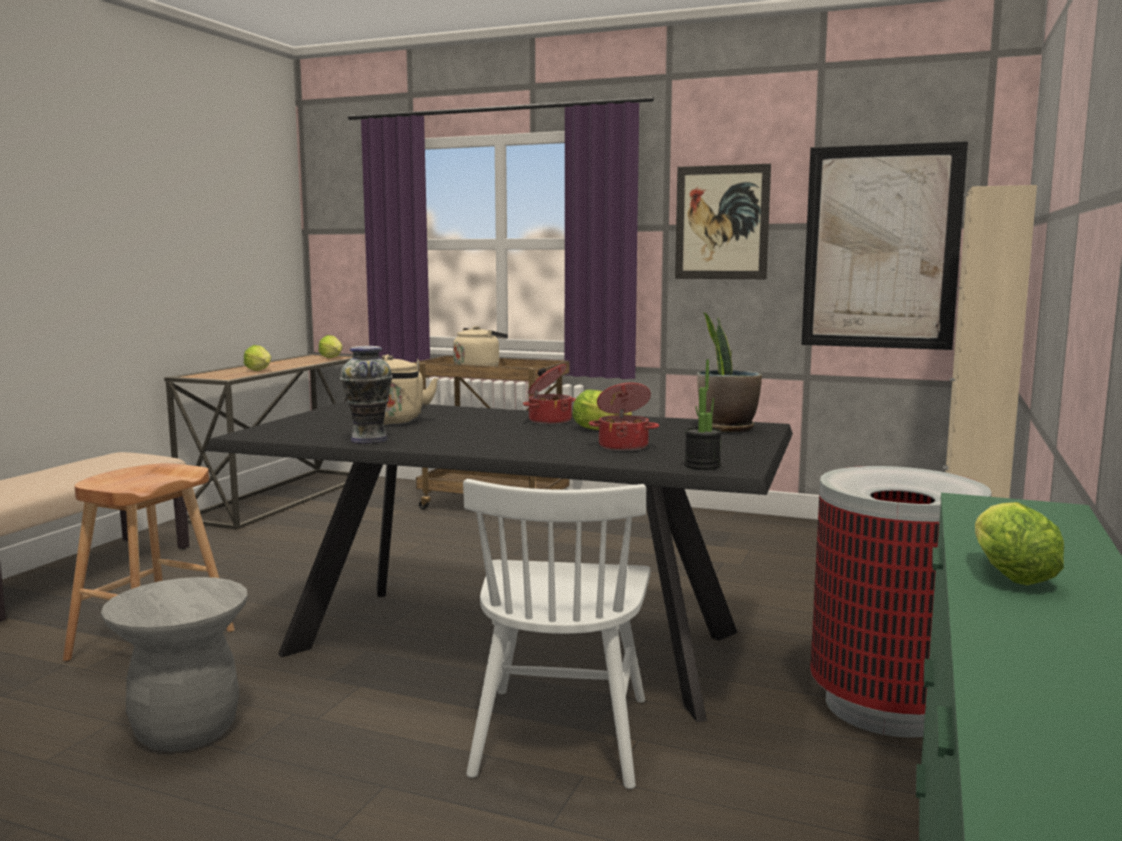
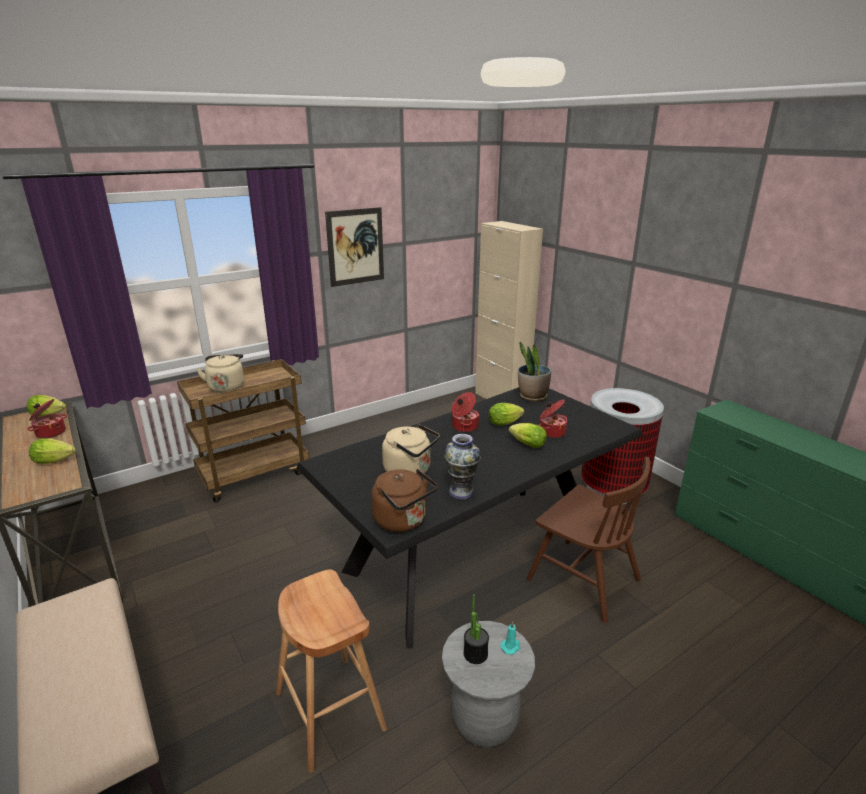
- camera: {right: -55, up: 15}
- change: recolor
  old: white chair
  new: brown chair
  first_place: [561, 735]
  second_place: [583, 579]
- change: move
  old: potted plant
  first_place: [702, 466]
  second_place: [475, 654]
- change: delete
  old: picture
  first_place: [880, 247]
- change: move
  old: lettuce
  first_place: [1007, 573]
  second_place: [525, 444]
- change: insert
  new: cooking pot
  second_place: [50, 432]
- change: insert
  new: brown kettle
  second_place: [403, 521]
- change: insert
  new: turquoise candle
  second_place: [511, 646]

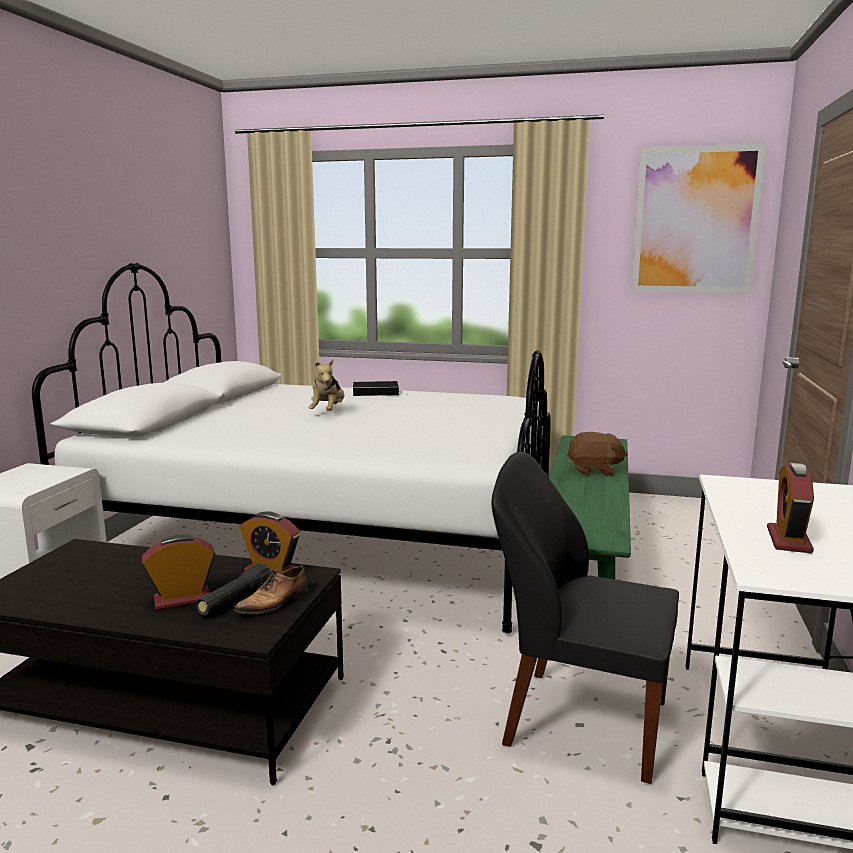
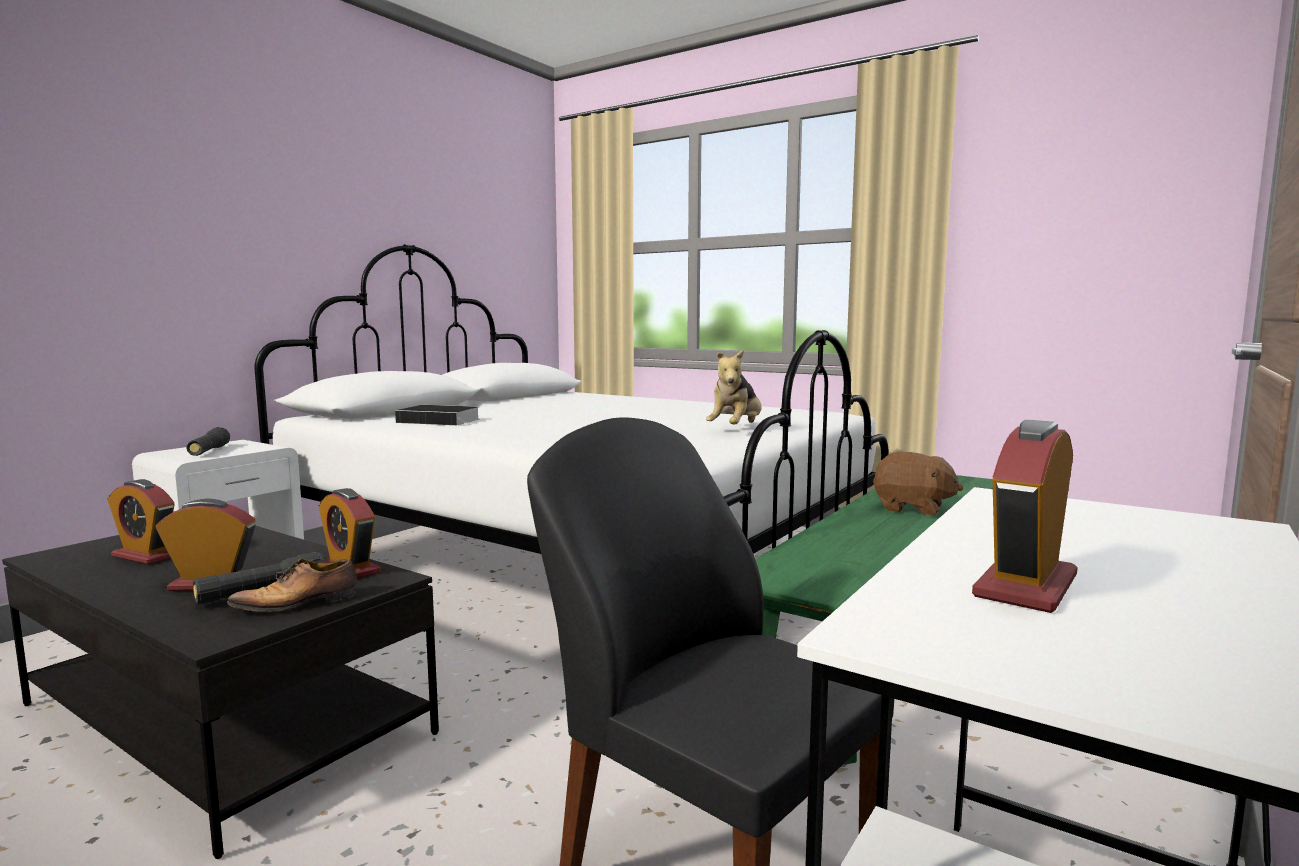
- camera: {right: 20, up: -5}
- change: move
  old: plush toy
  first_place: [328, 412]
  second_place: [736, 429]
- change: move
  old: book
  first_place: [377, 392]
  second_place: [441, 420]
- change: delete
  old: picture
  first_place: [695, 220]
- change: insert
  new: alarm clock
  second_place: [146, 556]
- change: insert
  new: black flashlight
  second_place: [209, 451]

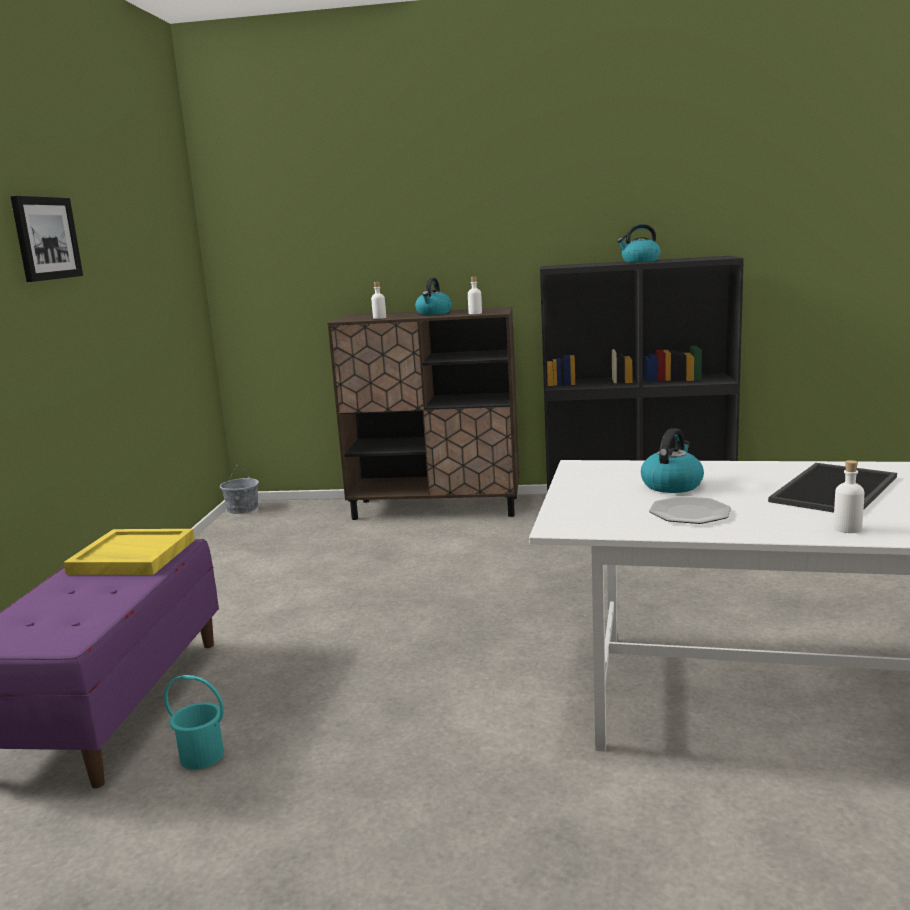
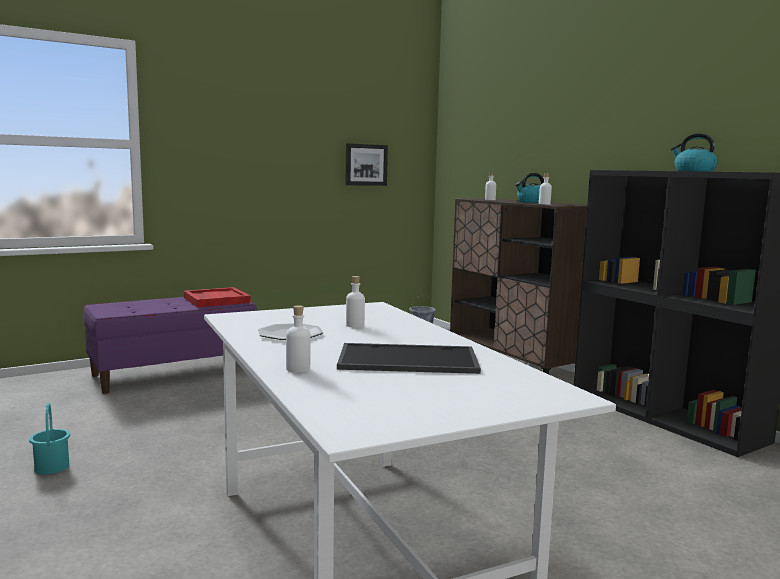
- camera: {right: 50, up: -5}
- change: move
  old: picture
  first_place: [45, 238]
  second_place: [366, 165]
- change: recolor
  old: yellow tray
  new: red tray
  first_place: [131, 557]
  second_place: [216, 300]
- change: move
  old: turquoise bucket
  first_place: [202, 755]
  second_place: [52, 467]
- change: replace
  old: kettle
  new: white bottle
  first_place: [672, 485]
  second_place: [355, 325]

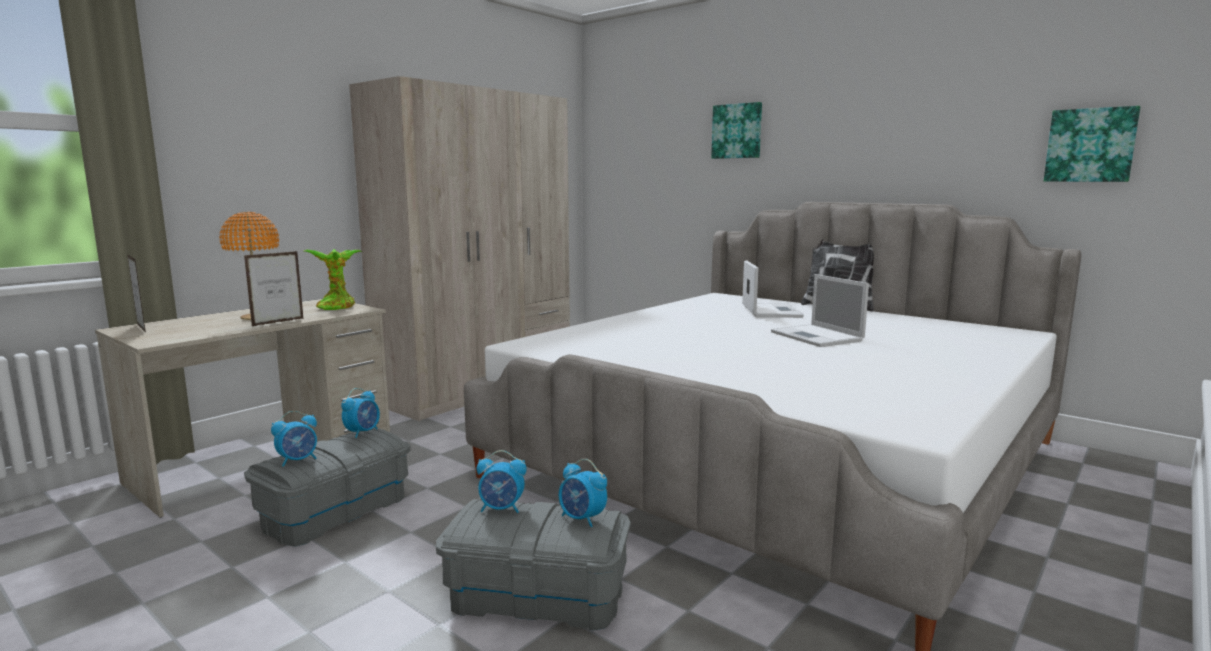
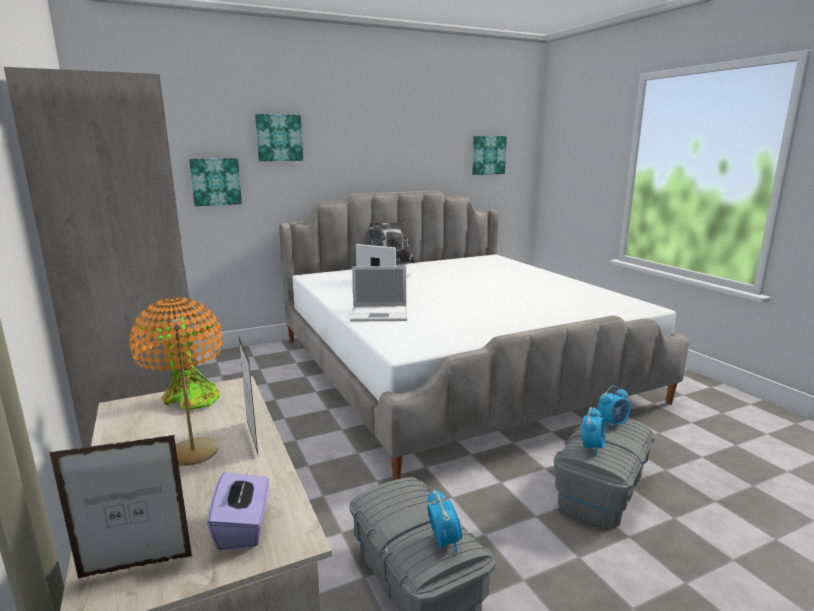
- camera: {right: -65, up: 5}
- change: delete
  old: alarm clock
  first_place: [363, 432]
- change: move
  old: laptop
  first_place: [818, 337]
  second_place: [380, 314]
- change: insert
  new: picture
  second_place: [215, 181]
- change: insert
  new: purple tissue box
  second_place: [243, 527]

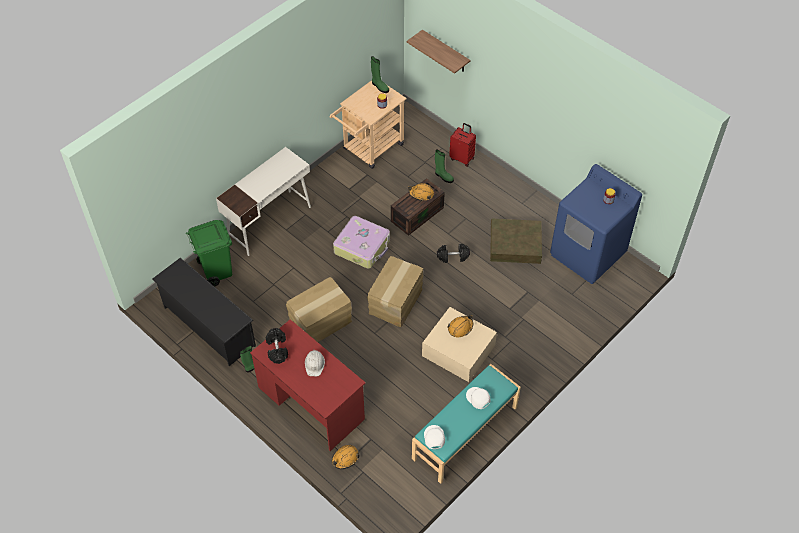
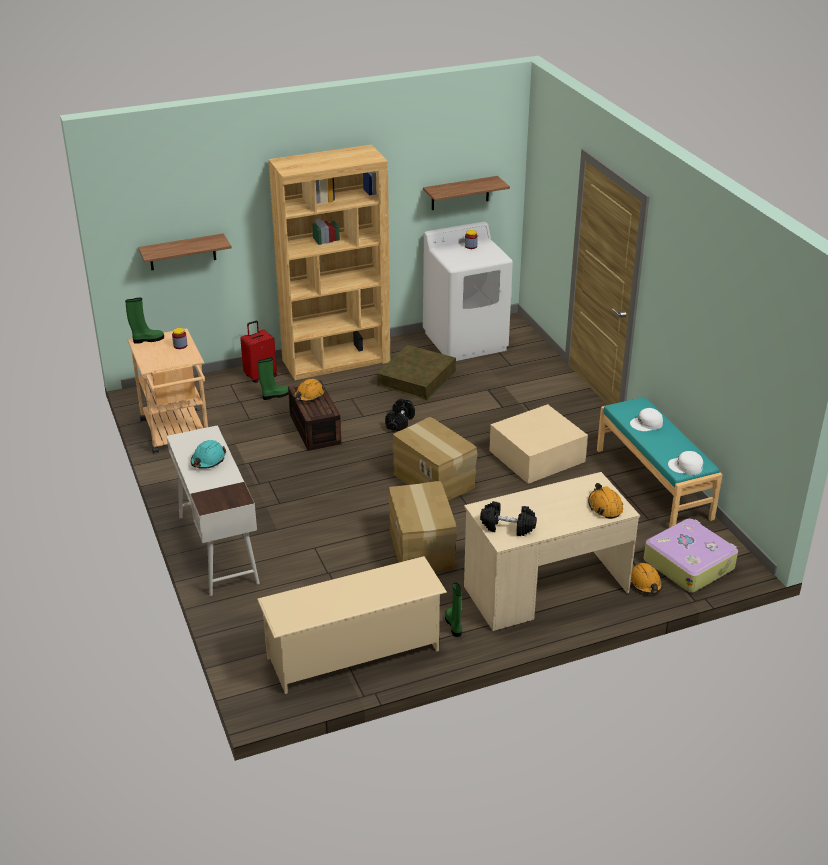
- camera: {right: -65, up: -20}
- change: recolor
  old: black shoe rack
  new: beige shoe rack
  first_place: [208, 326]
  second_place: [354, 654]
- change: delete
  old: green trash can
  first_place: [216, 271]
- change: recolor
  old: red desk
  new: beige desk
  first_place: [311, 403]
  second_place: [545, 590]
- change: delete
  old: white hard hat
  first_place: [314, 364]
- change: move
  old: suitcase
  first_place: [362, 247]
  second_place: [689, 564]
- change: move
  old: orange hard hat
  first_place: [460, 328]
  second_place: [605, 507]
- change: recolor
  old: blue washing machine
  new: white washing machine
  first_place: [588, 254]
  second_place: [466, 341]
- change: insert
  new: turquoise hard hat
  second_place: [208, 460]
- change: insert
  new: brown bookcase
  second_place: [336, 361]
- change: insert
  new: shelf
  second_place: [460, 193]

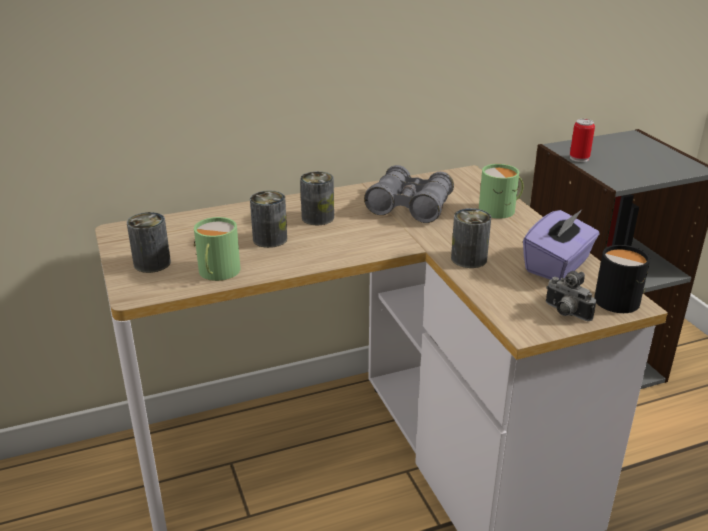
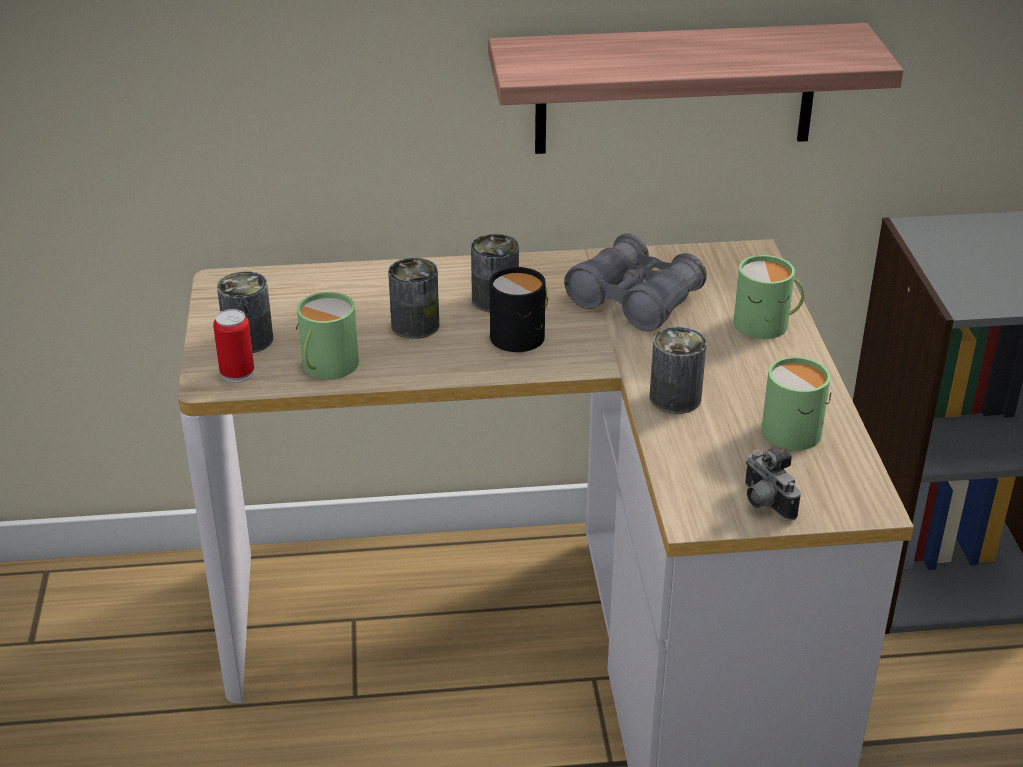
- camera: {right: 15, up: 5}
- change: replace
  old: purple tissue box
  new: green mug
  first_place: [558, 266]
  second_place: [797, 429]
- change: move
  old: can
  first_place: [579, 158]
  second_place: [237, 373]
- change: move
  old: black mug
  first_place: [619, 298]
  second_place: [522, 334]
- change: insert
  new: shelf
  second_place: [675, 89]

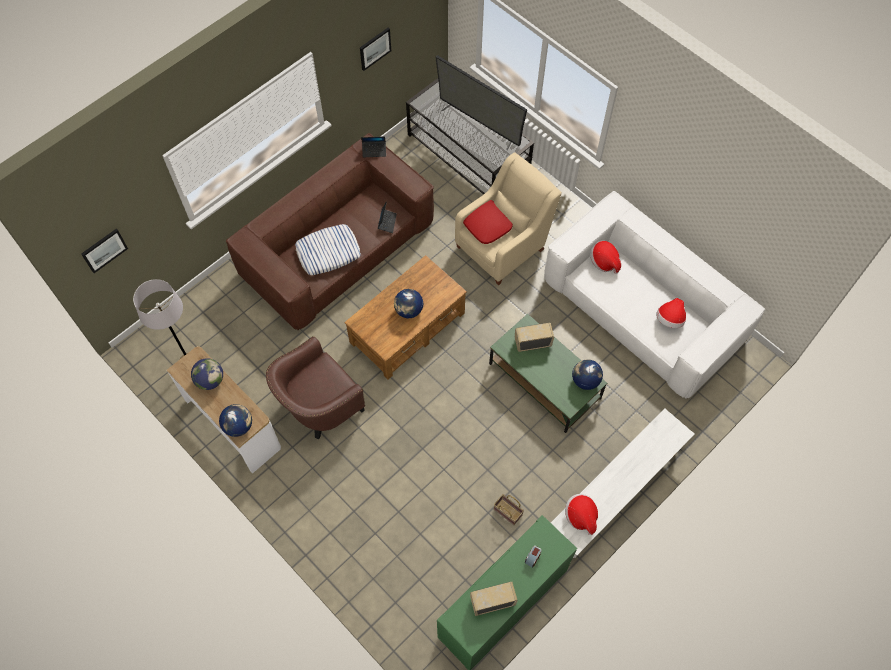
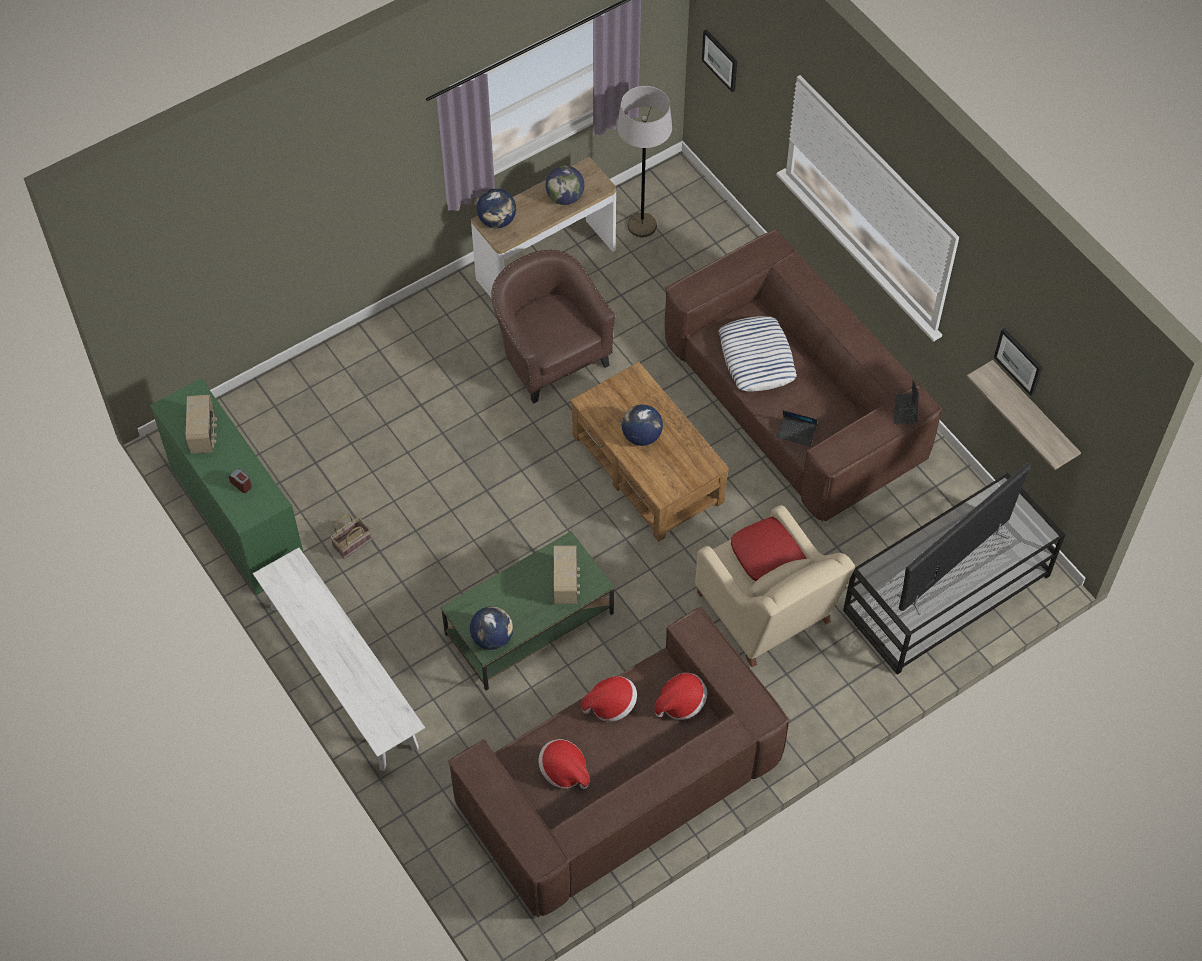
- camera: {right: 100, up: -5}
- change: recolor
  old: white sofa
  new: brown sofa
  first_place: [643, 310]
  second_place: [619, 783]
- change: move
  old: hat
  first_place: [581, 516]
  second_place: [611, 705]
- change: insert
  new: shelf
  second_place: [1033, 415]

